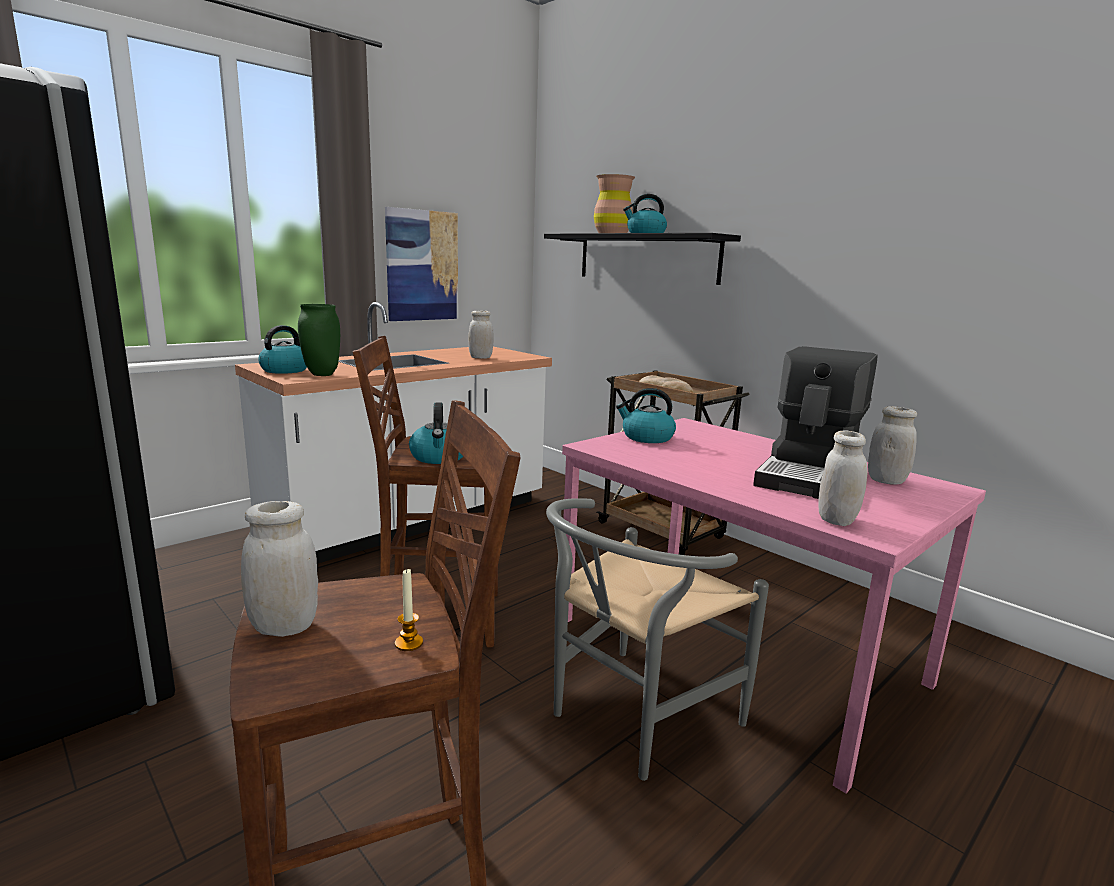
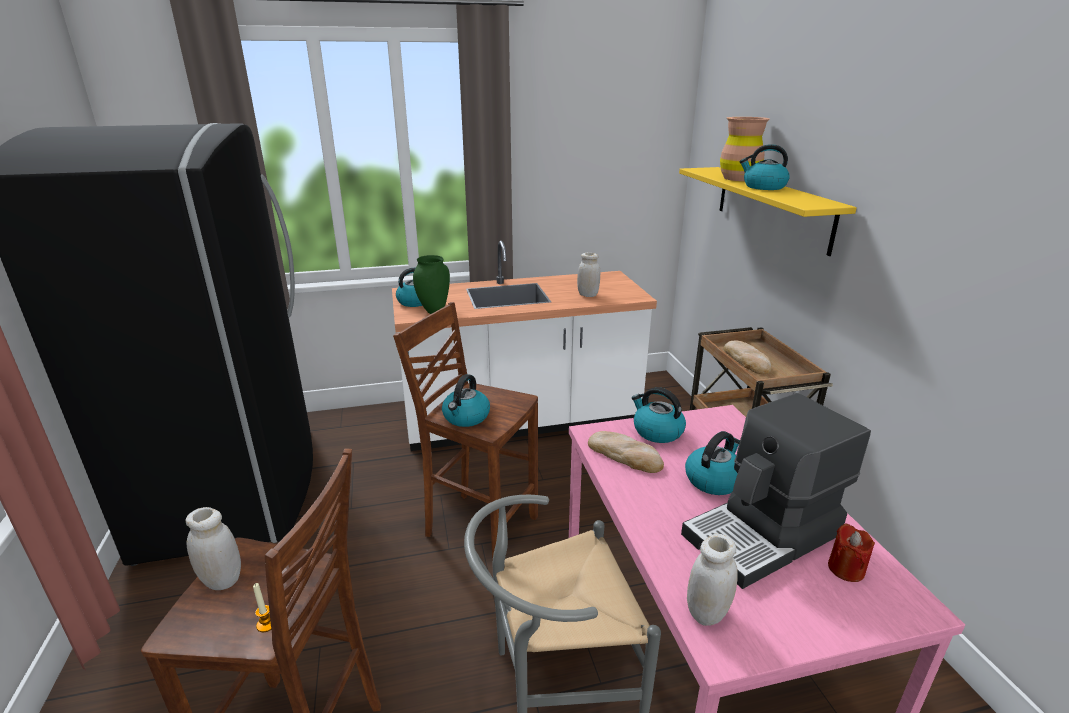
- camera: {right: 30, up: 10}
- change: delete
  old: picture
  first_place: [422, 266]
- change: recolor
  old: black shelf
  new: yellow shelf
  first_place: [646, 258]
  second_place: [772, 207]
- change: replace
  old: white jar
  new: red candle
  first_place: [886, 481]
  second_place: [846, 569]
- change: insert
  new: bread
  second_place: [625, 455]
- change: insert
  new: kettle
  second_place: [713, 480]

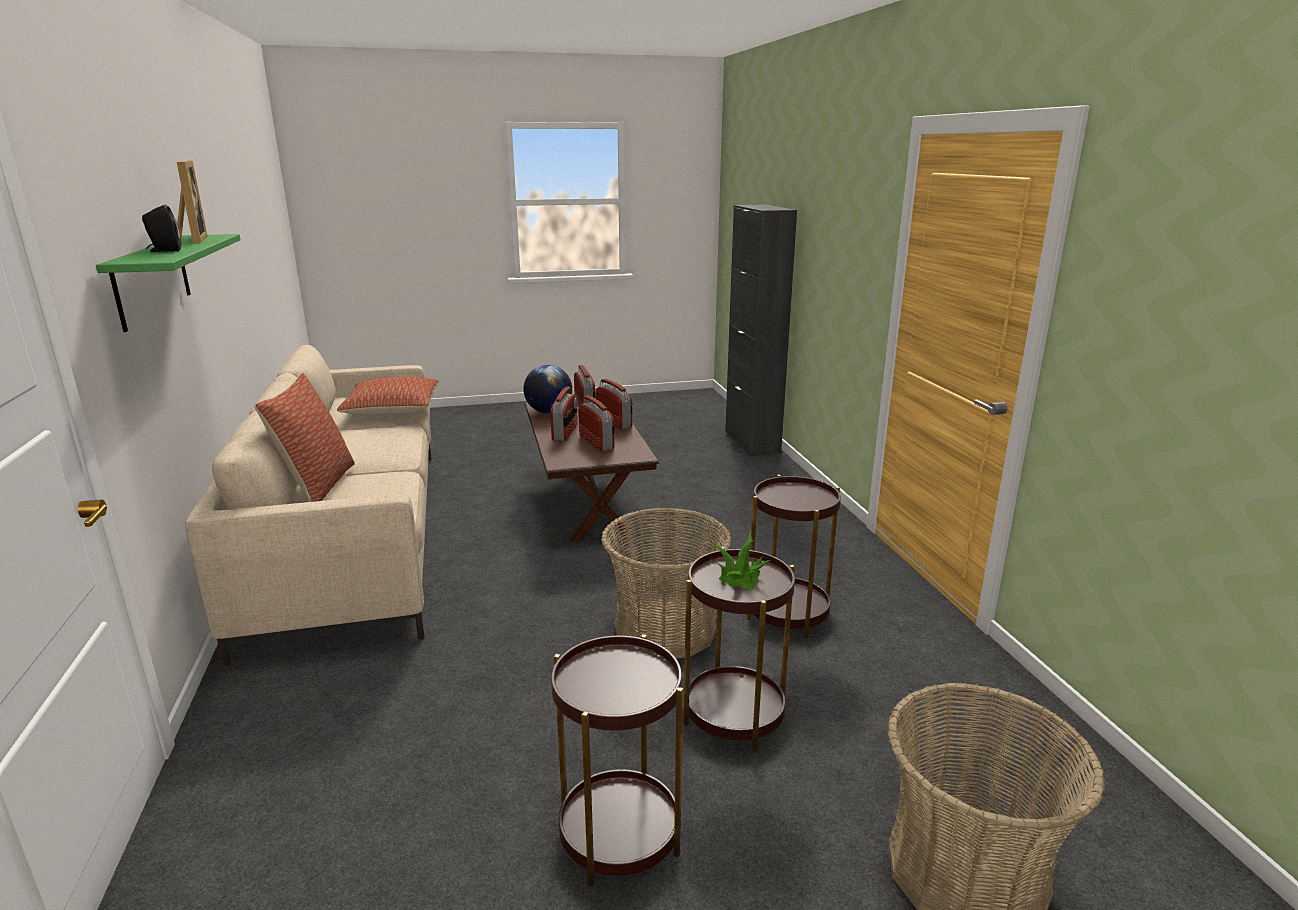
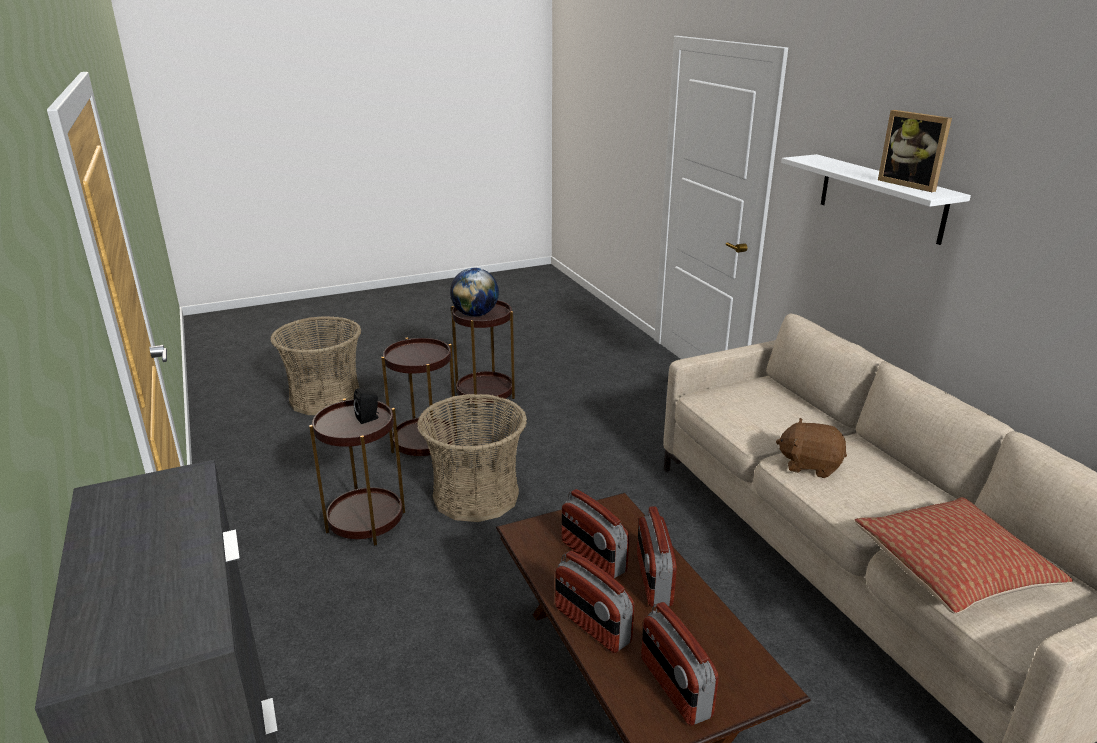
- camera: {right: 170, up: 5}
- change: recolor
  old: green shelf
  new: white shelf
  first_place: [152, 280]
  second_place: [881, 197]
- change: move
  old: black speaker
  first_place: [164, 250]
  second_place: [369, 418]
- change: delete
  old: pillow
  first_place: [317, 485]
- change: move
  old: globe
  first_place: [549, 412]
  second_place: [475, 314]
- change: delete
  old: potted plant
  first_place: [740, 576]
- change: insert
  new: brown plush toy
  second_place: [809, 465]

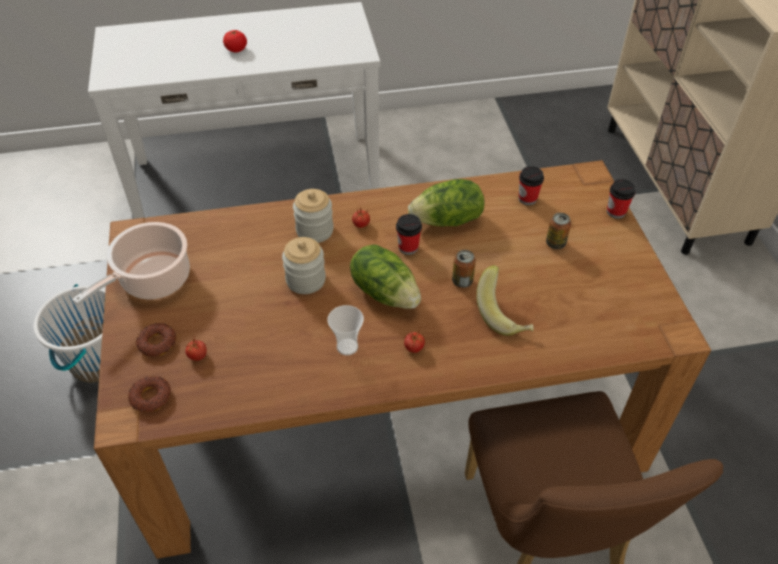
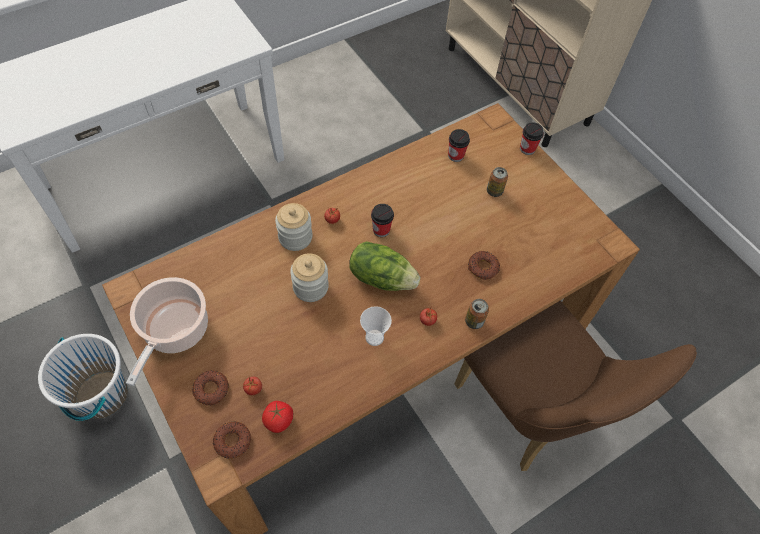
- camera: {right: -25, up: 10}
- change: move
  old: tomato
  first_place: [236, 49]
  second_place: [278, 420]
- change: delete
  old: lettuce
  first_place: [447, 221]
- change: move
  old: can
  first_place: [462, 281]
  second_place: [474, 321]
- change: replace
  old: banana
  new: donut
  first_place: [504, 314]
  second_place: [483, 267]

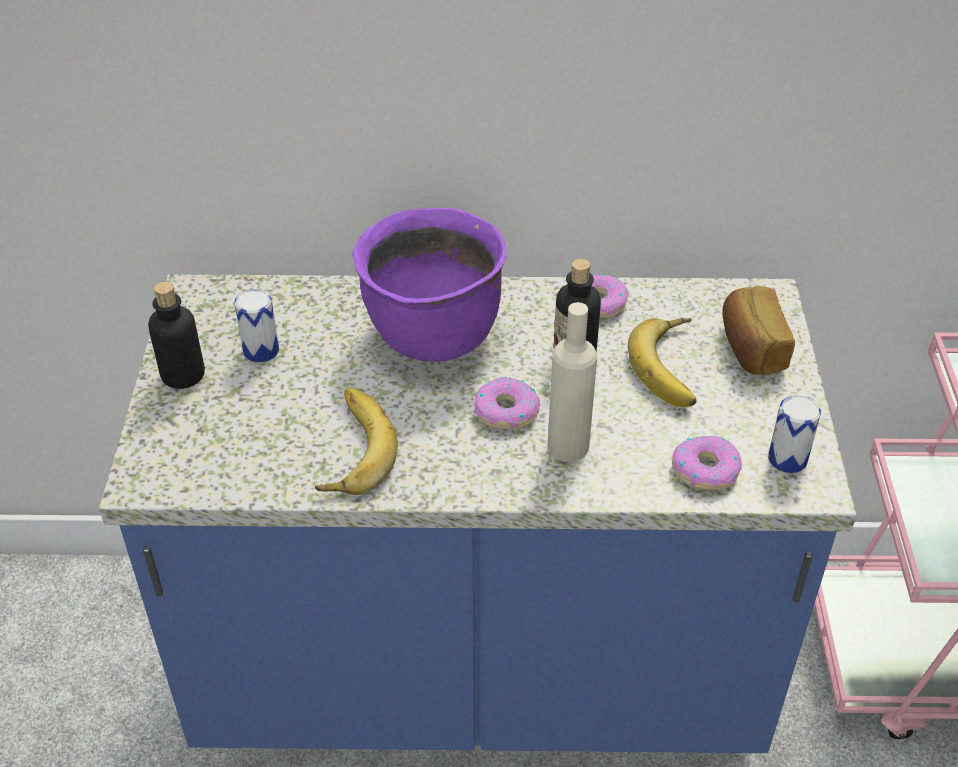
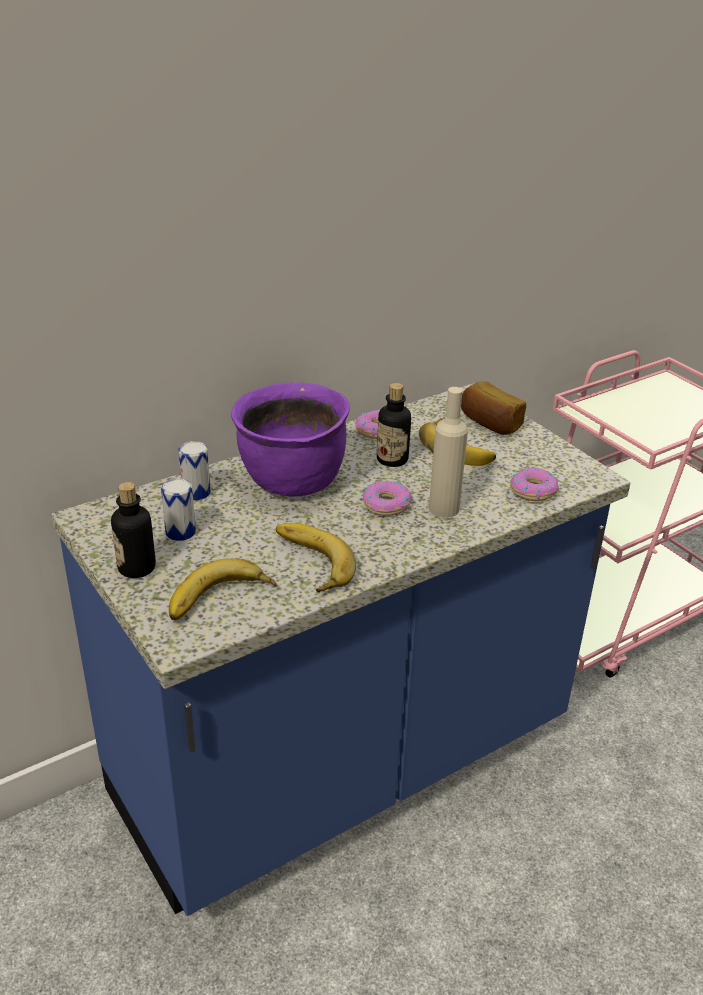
- camera: {right: -35, up: -10}
- change: move
  old: can
  first_place: [787, 459]
  second_place: [196, 493]
- change: insert
  new: banana
  second_place: [220, 601]

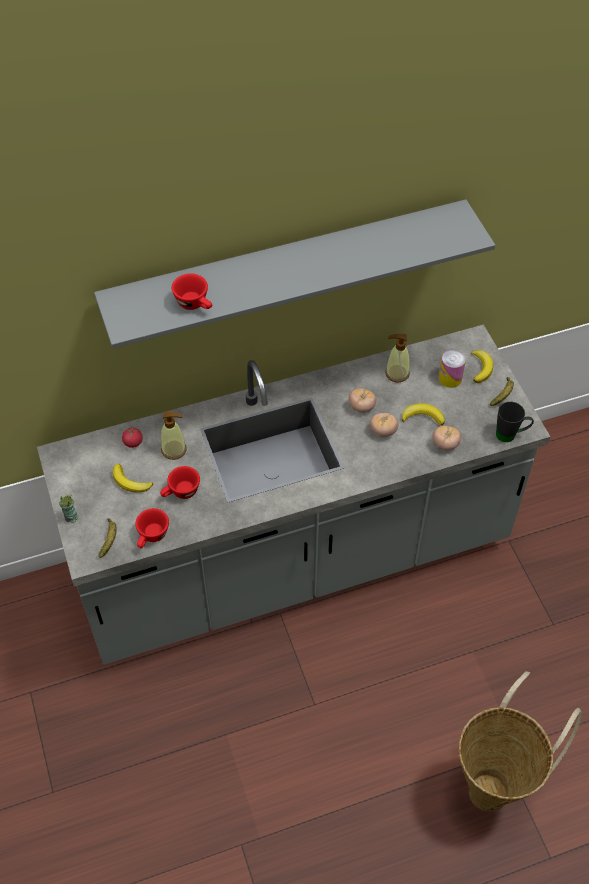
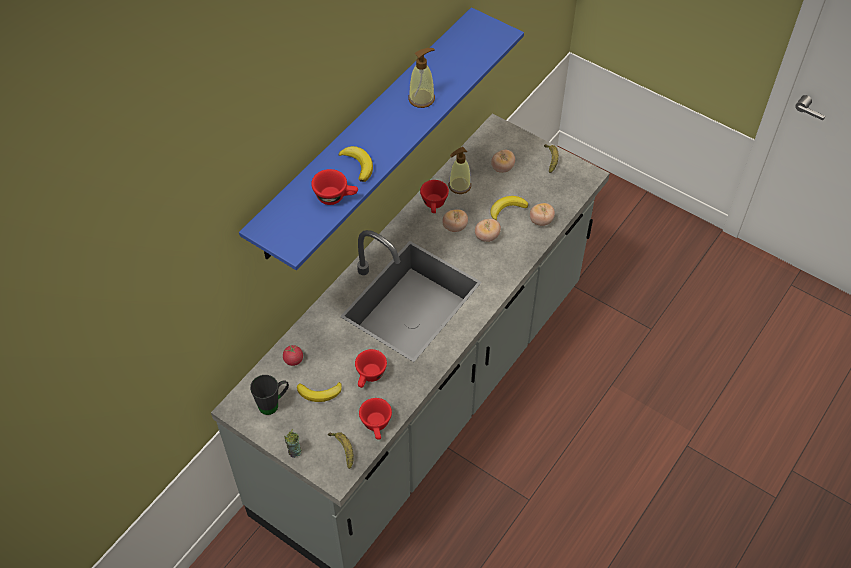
- camera: {right: -35, up: 0}
- change: recolor
  old: grey shelf
  new: blue shelf
  first_place: [286, 268]
  second_place: [365, 134]
- change: move
  old: soap dispenser
  first_place: [174, 449]
  second_place: [421, 98]
- change: replace
  old: can
  new: tomato
  first_place: [450, 378]
  second_place: [502, 168]
- change: delete
  old: basket
  first_place: [494, 785]
- change: move
  old: banana
  first_place: [481, 368]
  second_place: [358, 165]
- change: move
  old: black mug
  first_place: [510, 435]
  second_place: [273, 404]
- change: insert
  new: red cup
  second_place: [434, 205]

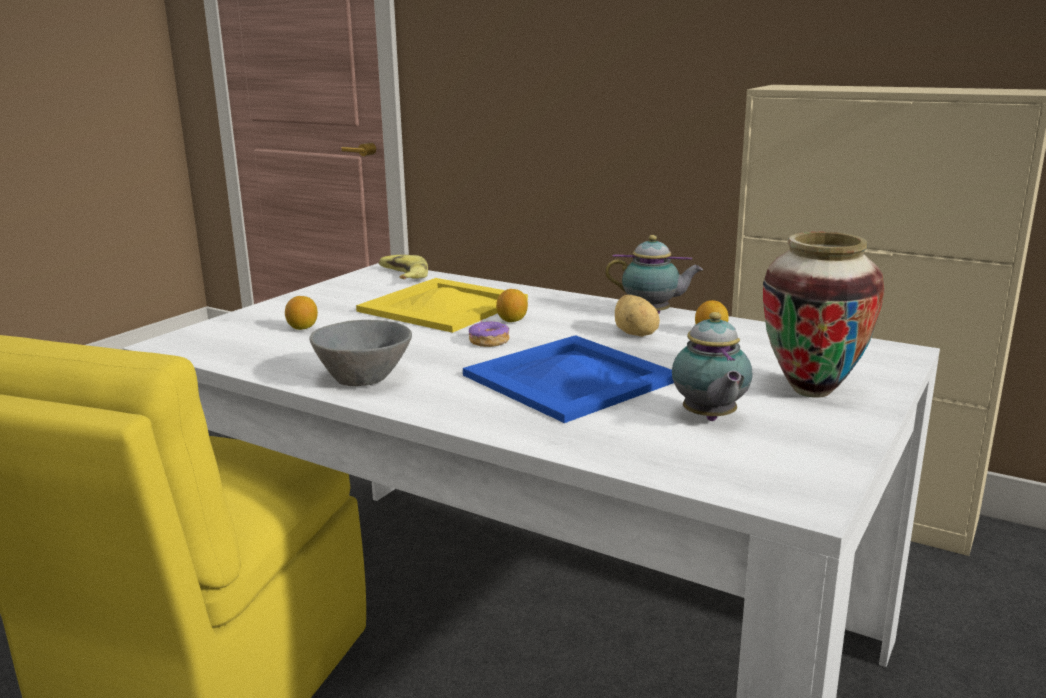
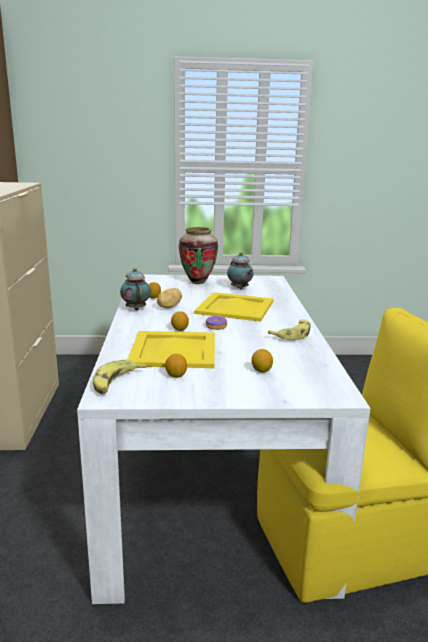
- camera: {right: -125, up: 0}
- change: replace
  old: grey bowl
  new: banana
  first_place: [366, 379]
  second_place: [292, 334]
- change: recolor
  old: blue tray
  new: yellow tray
  first_place: [572, 378]
  second_place: [234, 307]
- change: rotate
  old: teapot
  first_place: [709, 419]
  second_place: [240, 289]
  degrees: 105
- change: insert
  new: lemon
  second_place: [176, 375]

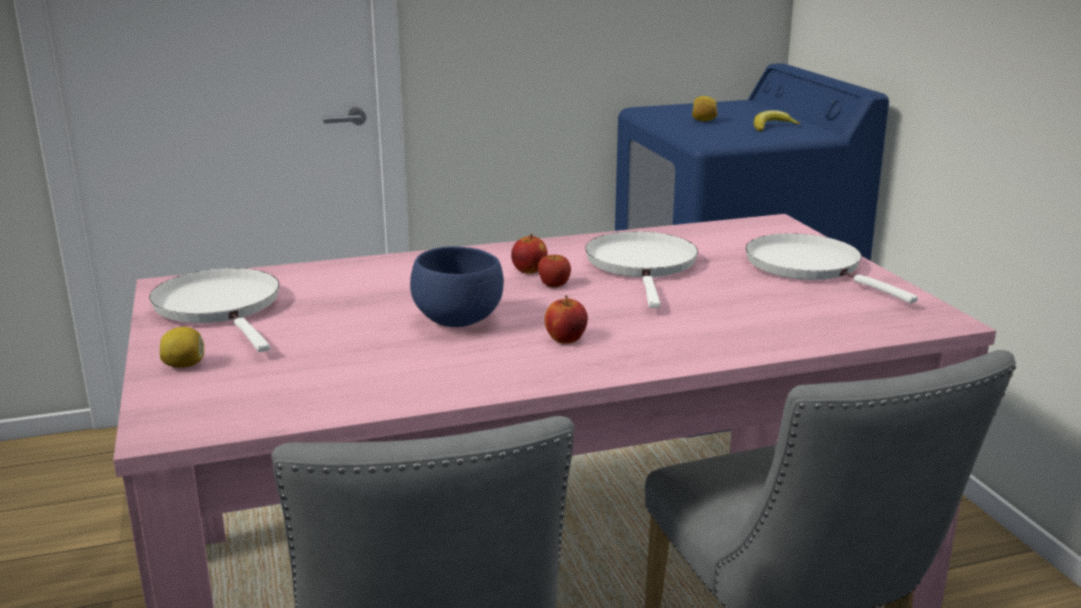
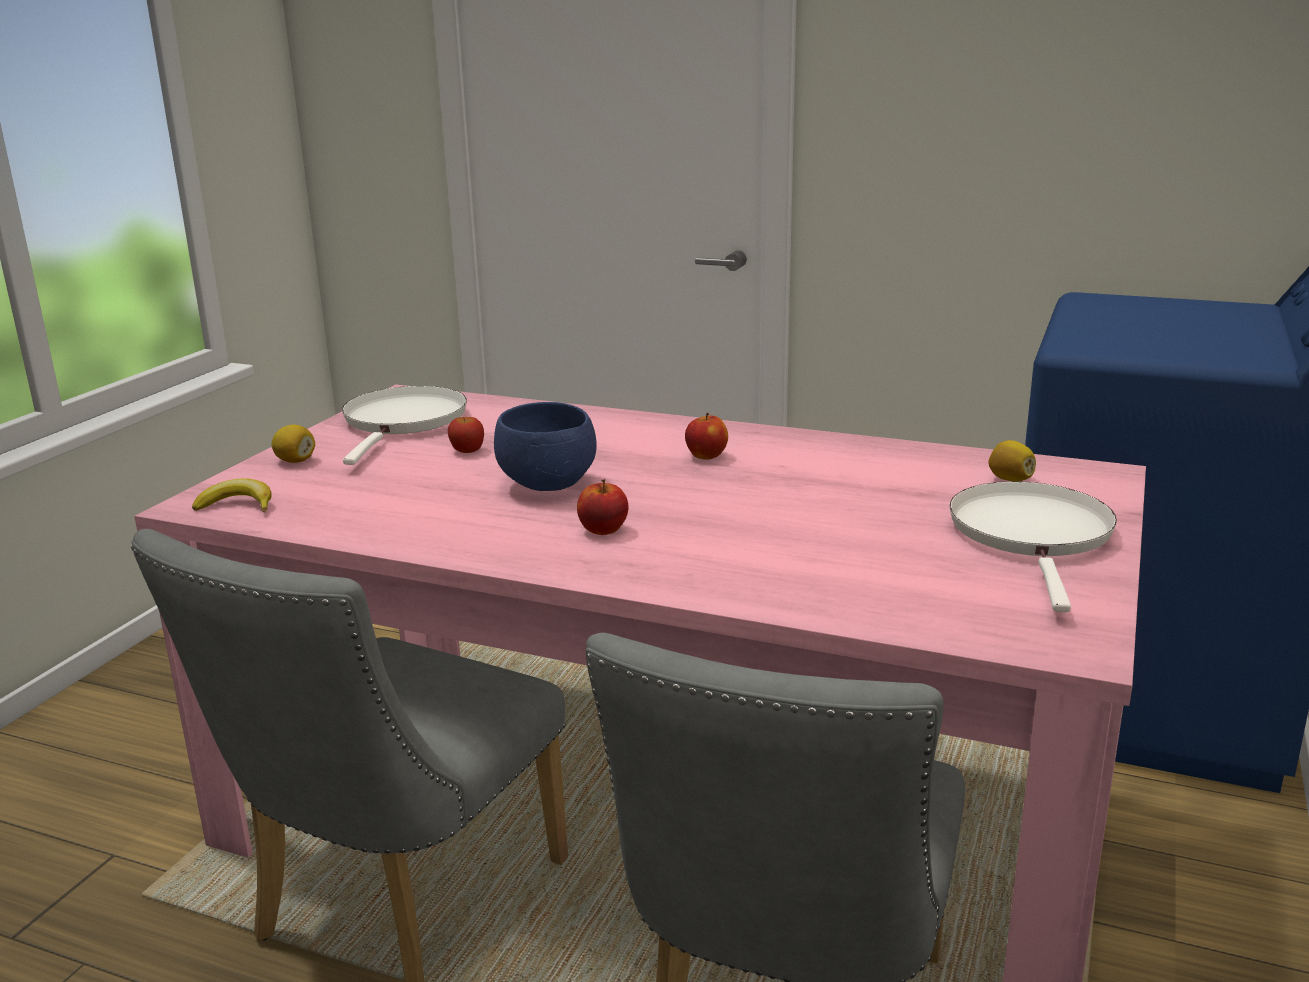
- camera: {right: 40, up: 0}
- change: move
  old: apple
  first_place: [554, 285]
  second_place: [467, 451]
- change: delete
  old: white frying pan
  first_place: [642, 265]
- change: move
  old: lemon
  first_place: [703, 121]
  second_place: [1010, 479]
- change: move
  old: banana
  first_place: [772, 127]
  second_place: [238, 506]

